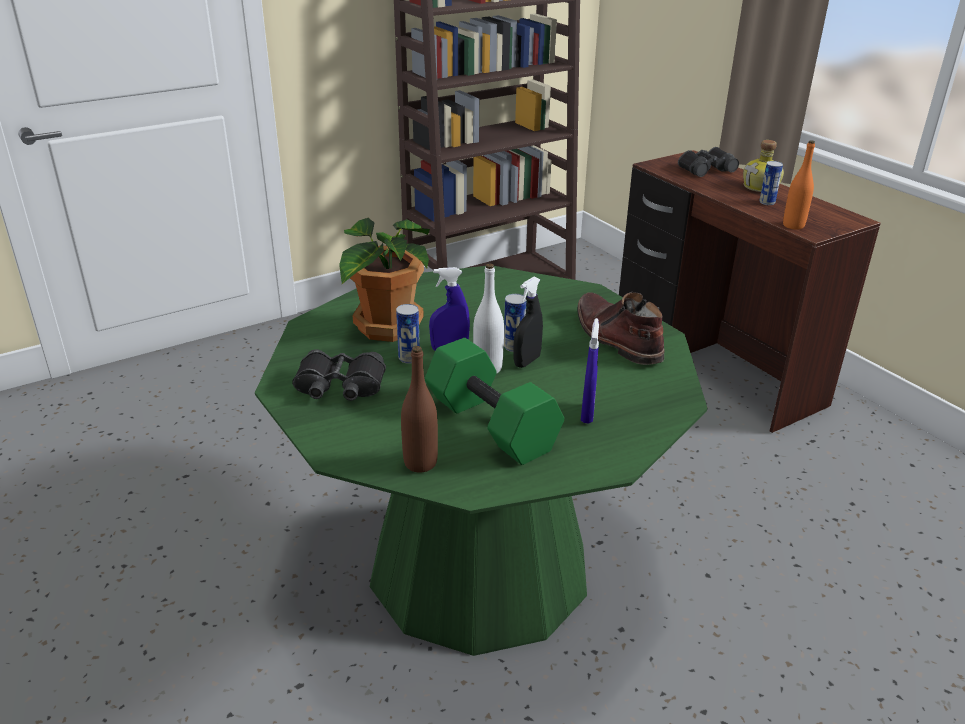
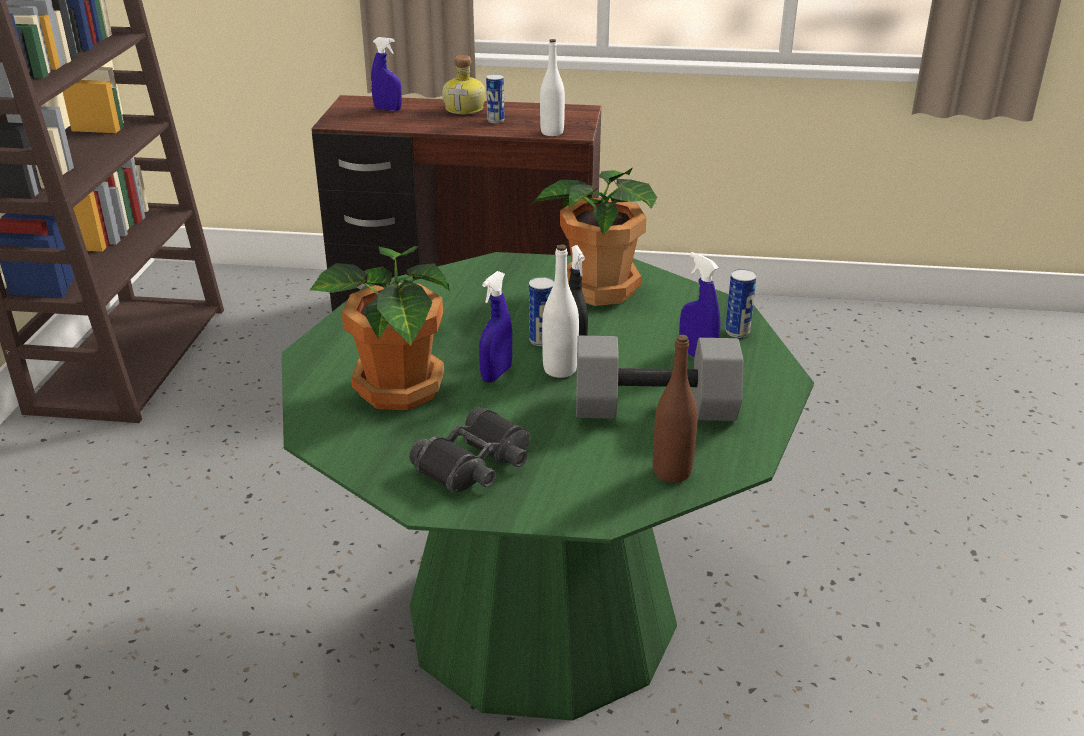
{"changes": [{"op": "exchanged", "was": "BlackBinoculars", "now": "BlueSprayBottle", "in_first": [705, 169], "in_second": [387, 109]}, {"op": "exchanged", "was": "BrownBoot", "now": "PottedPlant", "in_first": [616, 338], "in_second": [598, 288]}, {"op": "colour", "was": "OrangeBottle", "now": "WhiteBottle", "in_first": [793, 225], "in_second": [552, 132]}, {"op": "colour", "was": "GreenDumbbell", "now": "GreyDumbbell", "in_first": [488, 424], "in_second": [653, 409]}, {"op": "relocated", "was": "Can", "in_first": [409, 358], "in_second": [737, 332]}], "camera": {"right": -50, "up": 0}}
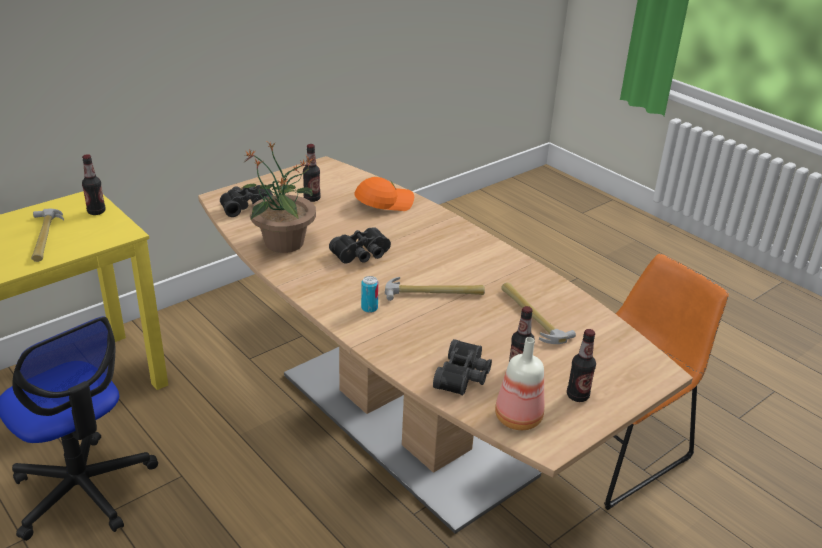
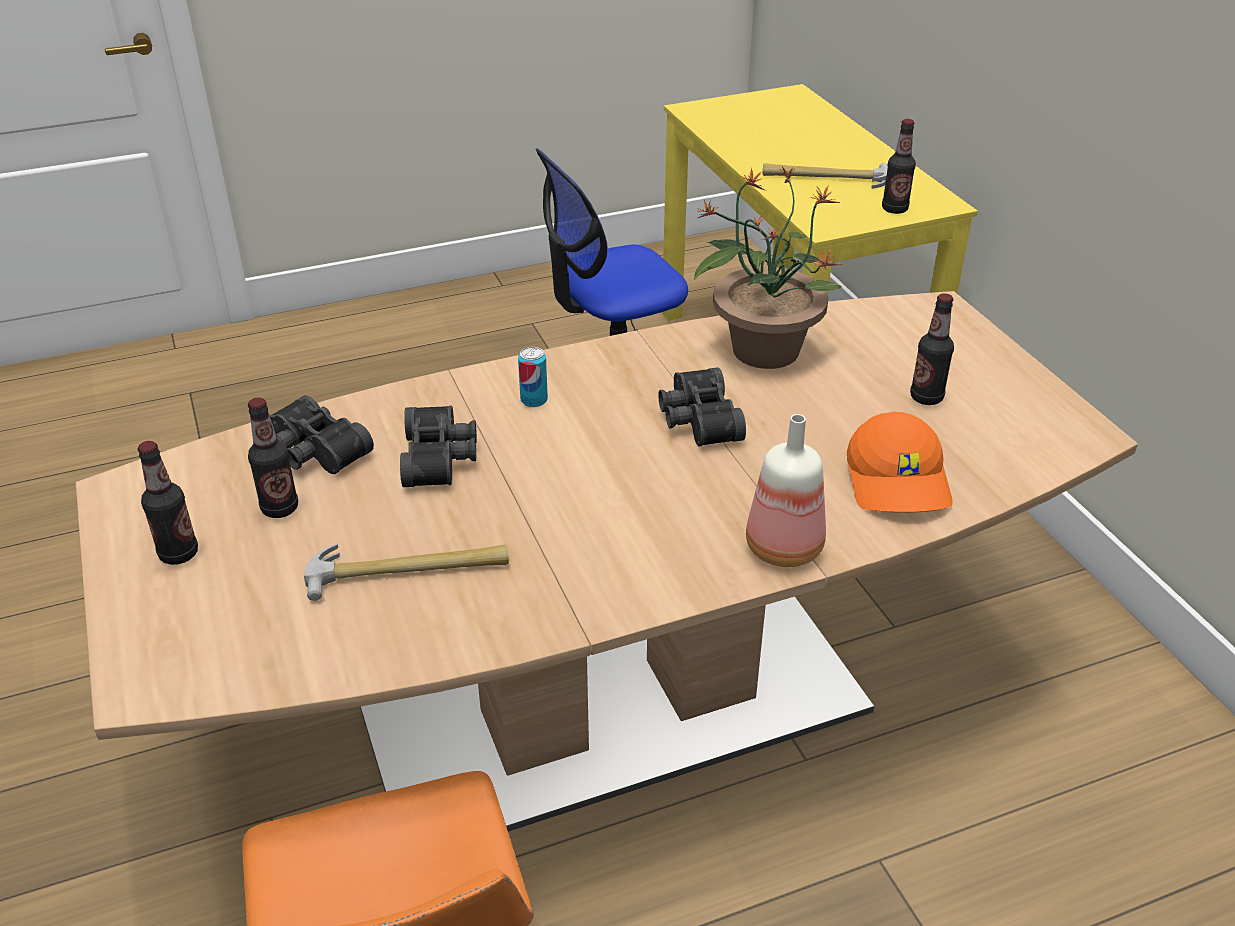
{"changes": [{"op": "relocated", "was": "BlackBinoculars", "in_first": [247, 206], "in_second": [441, 458]}, {"op": "relocated", "was": "Bottle", "in_first": [516, 419], "in_second": [783, 546]}, {"op": "missing", "was": "Hammer", "in_first": [434, 293]}], "camera": {"right": 110, "up": 5}}
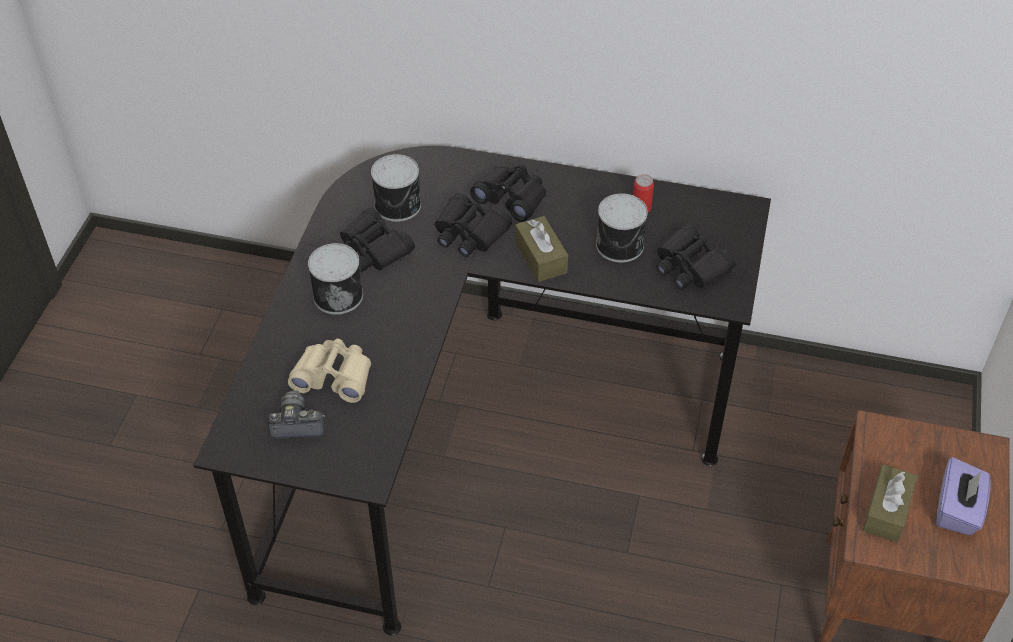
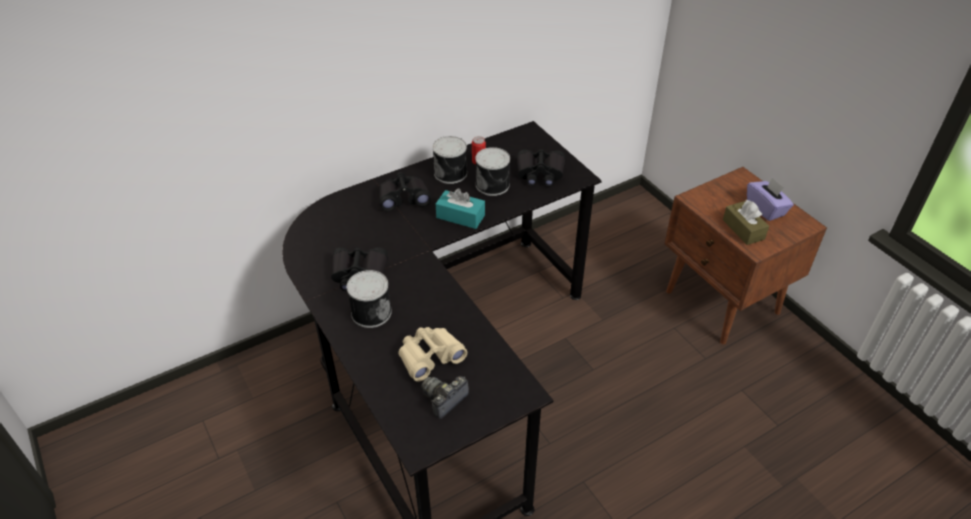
{"changes": [{"op": "relocated", "was": "Can", "in_first": [399, 205], "in_second": [451, 173]}, {"op": "colour", "was": "BrownTissueBox", "now": "TurquoiseTissueBox", "in_first": [541, 257], "in_second": [460, 216]}, {"op": "missing", "was": "BlackBinoculars", "in_first": [469, 233]}], "camera": {"right": -45, "up": -5}}
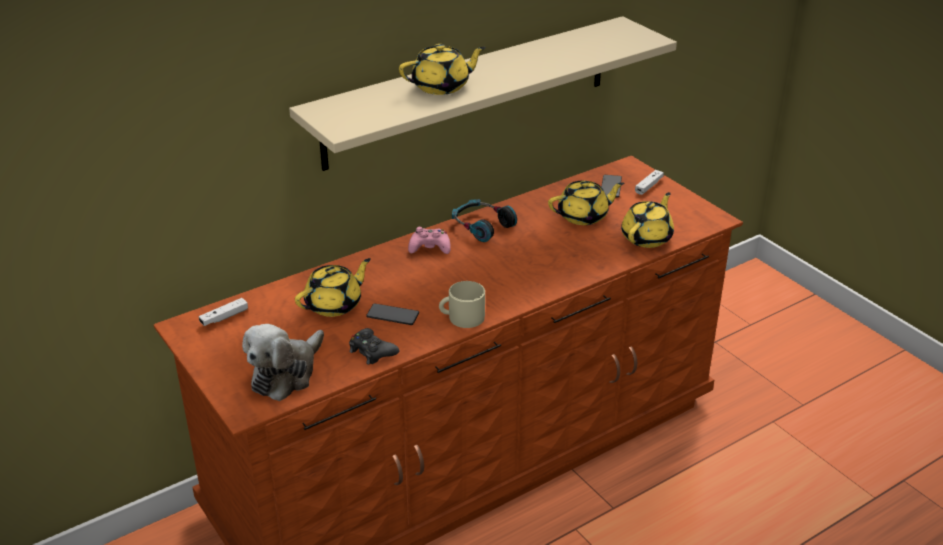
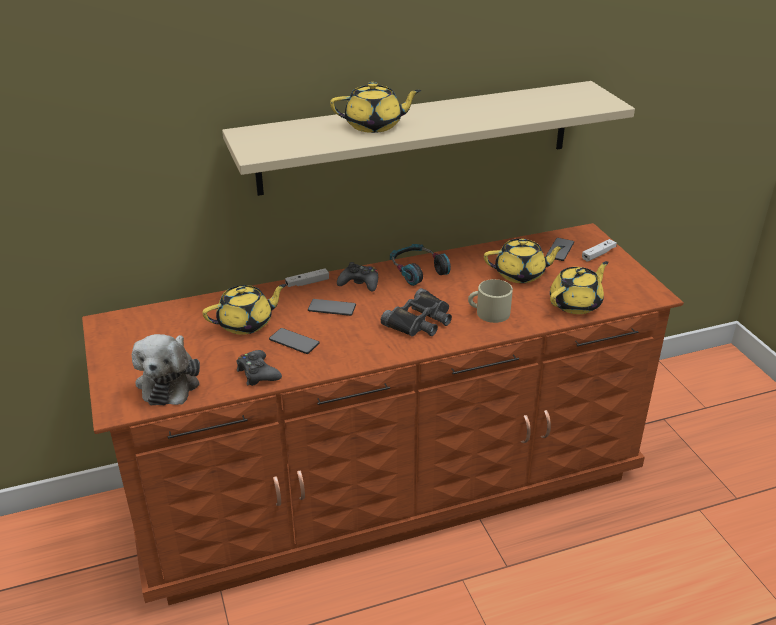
{"changes": [{"op": "spun", "was": "PlushToy", "in_first": [286, 374], "in_second": [170, 381], "clockwise": -45}, {"op": "relocated", "was": "WhiteGameController", "in_first": [224, 317], "in_second": [307, 283]}, {"op": "appeared", "now": "Phone", "in_second": [332, 308]}, {"op": "colour", "was": "PinkGameController", "now": "BlackGameController", "in_first": [430, 247], "in_second": [359, 283]}, {"op": "appeared", "now": "BlackBinoculars", "in_second": [420, 321]}, {"op": "relocated", "was": "BeigeMug", "in_first": [462, 317], "in_second": [488, 313]}], "camera": {"right": 15, "up": 0}}
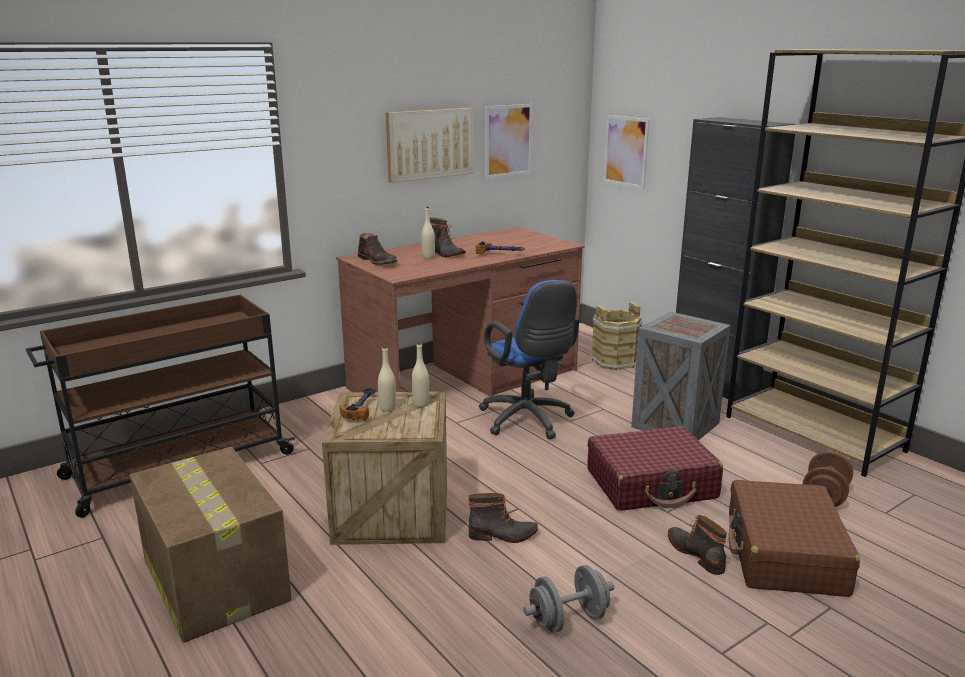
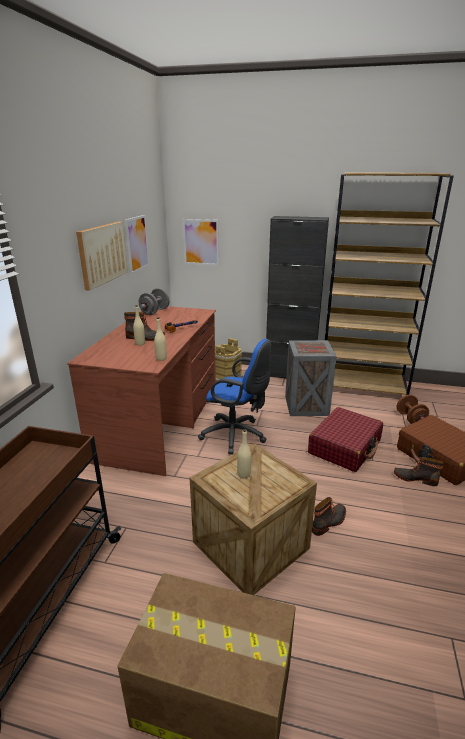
{"changes": [{"op": "relocated", "was": "GreyDumbbell", "in_first": [568, 619], "in_second": [155, 312]}, {"op": "relocated", "was": "BeigeBottle", "in_first": [421, 404], "in_second": [161, 358]}, {"op": "missing", "was": "Hammer", "in_first": [360, 409]}, {"op": "missing", "was": "BrownBoot", "in_first": [378, 261]}], "camera": {"right": -40, "up": 5}}
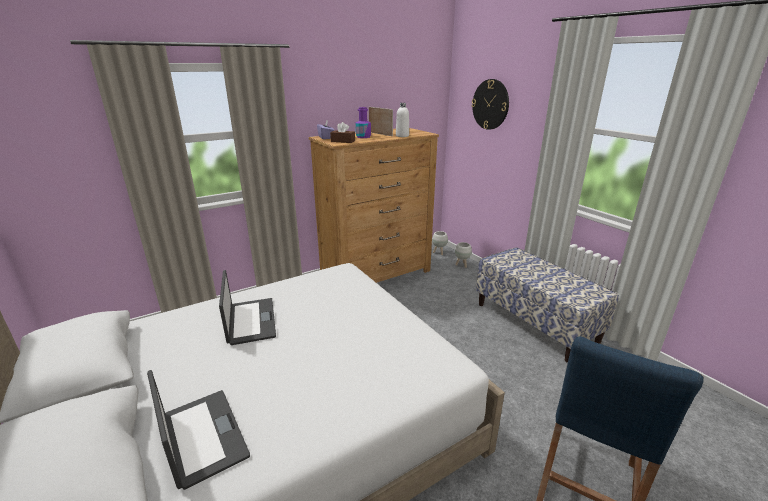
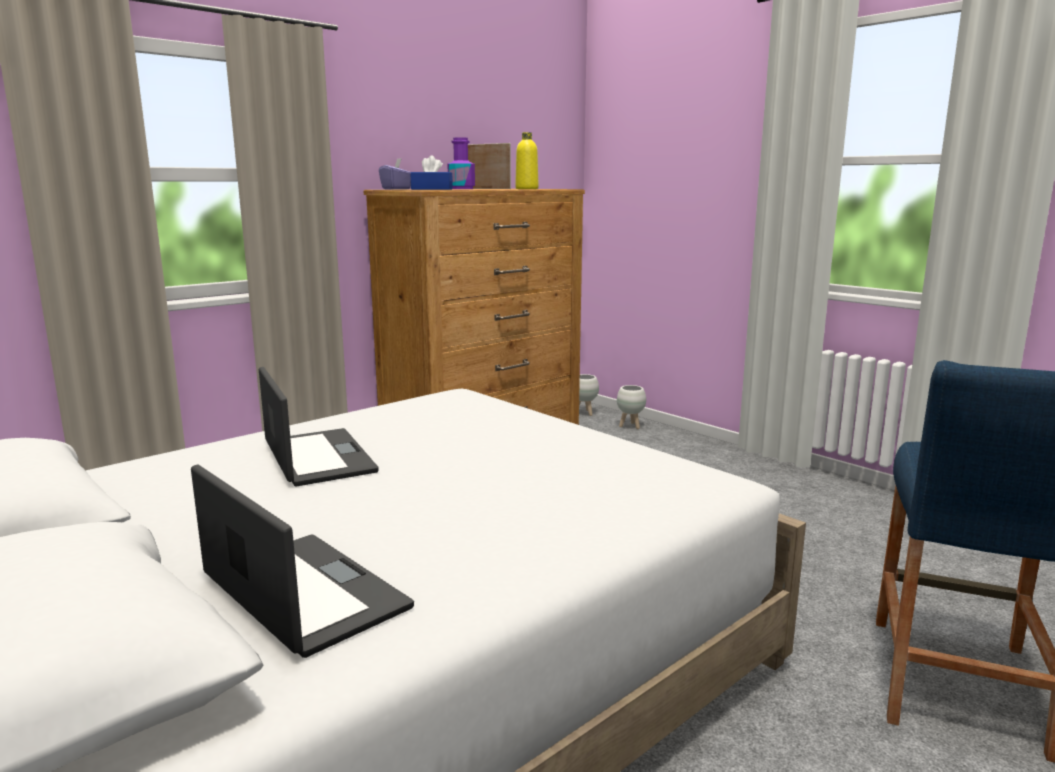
{"changes": [{"op": "colour", "was": "BrownTissueBox", "now": "BlueTissueBox", "in_first": [343, 141], "in_second": [432, 189]}, {"op": "colour", "was": "WhiteBottle", "now": "YellowBottle", "in_first": [402, 136], "in_second": [526, 189]}, {"op": "missing", "was": "WallClock", "in_first": [490, 104]}, {"op": "missing", "was": "Bench", "in_first": [535, 323]}], "camera": {"right": -10, "up": -10}}
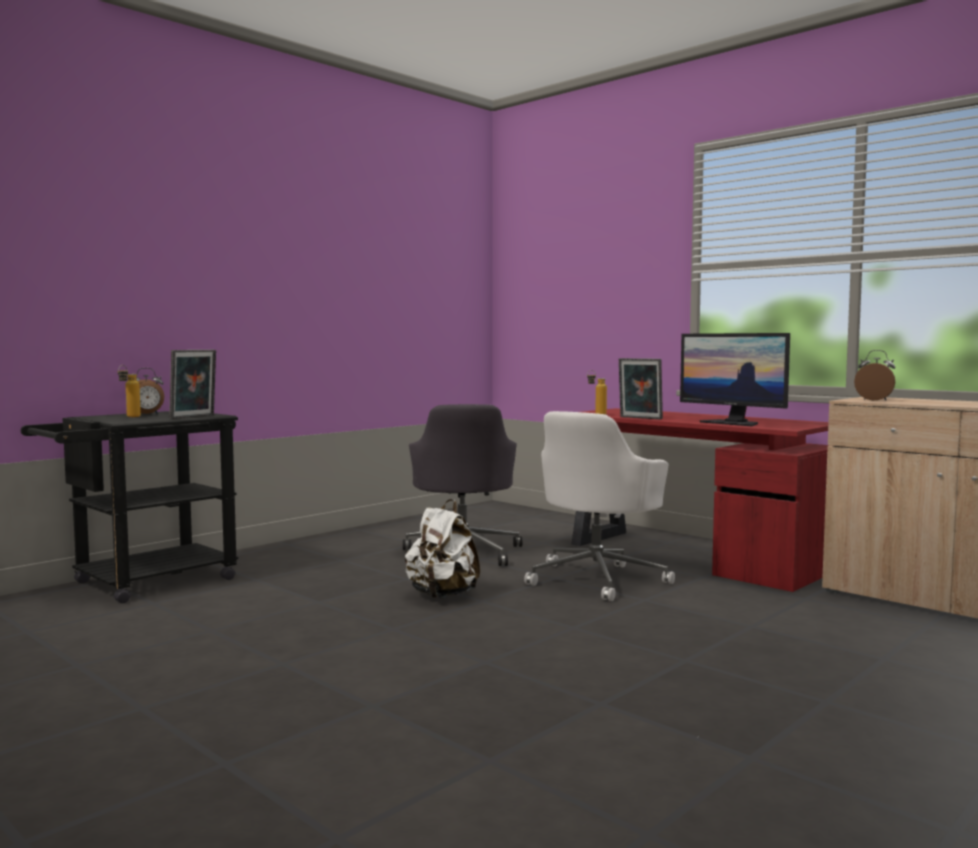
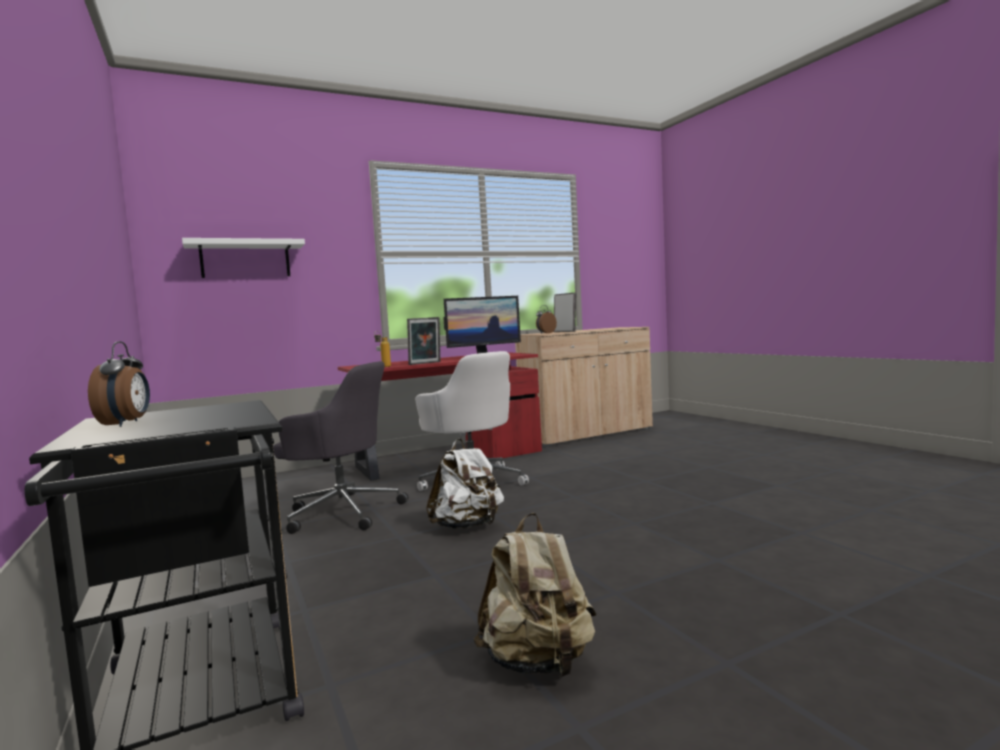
{"changes": [{"op": "appeared", "now": "WhiteShelf", "in_second": [245, 260]}, {"op": "appeared", "now": "BeigeBackpack", "in_second": [538, 662]}, {"op": "relocated", "was": "PictureFrame", "in_first": [194, 417], "in_second": [565, 331]}, {"op": "missing", "was": "Bottle", "in_first": [129, 417]}], "camera": {"right": -70, "up": 0}}
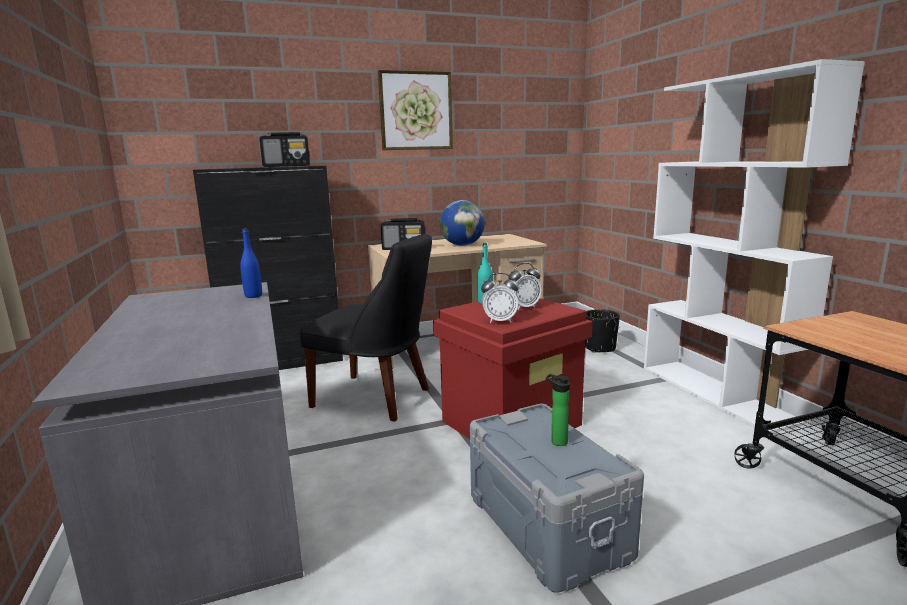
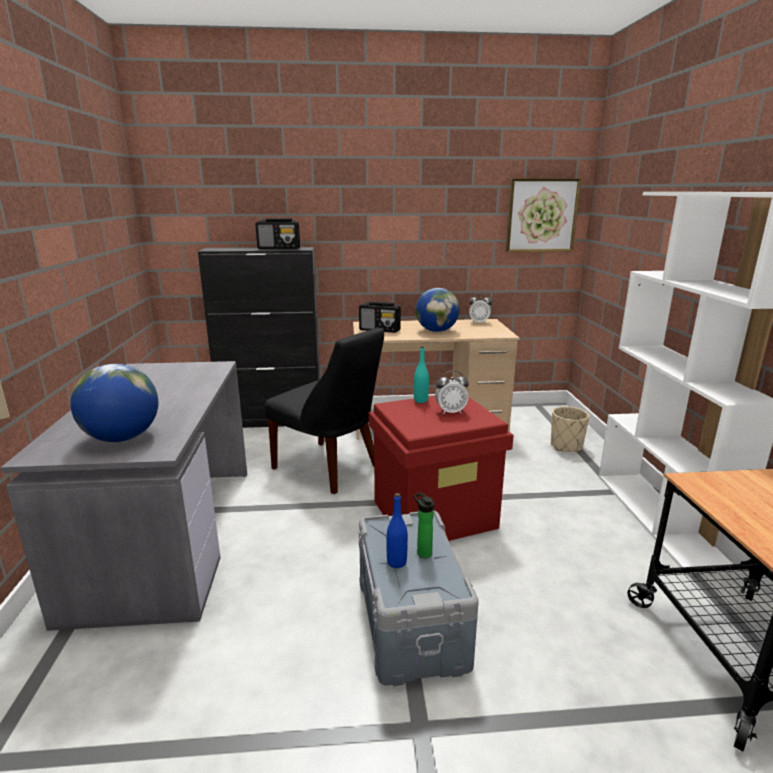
{"changes": [{"op": "appeared", "now": "Globe", "in_second": [122, 438]}, {"op": "relocated", "was": "BlueBottle", "in_first": [253, 296], "in_second": [396, 562]}, {"op": "relocated", "was": "AlarmClock", "in_first": [499, 321], "in_second": [479, 322]}, {"op": "relocated", "was": "Picture", "in_first": [416, 111], "in_second": [541, 215]}, {"op": "colour", "was": "BlackPlanter", "now": "BeigePlanter", "in_first": [599, 348], "in_second": [566, 446]}], "camera": {"right": 15, "up": 5}}
